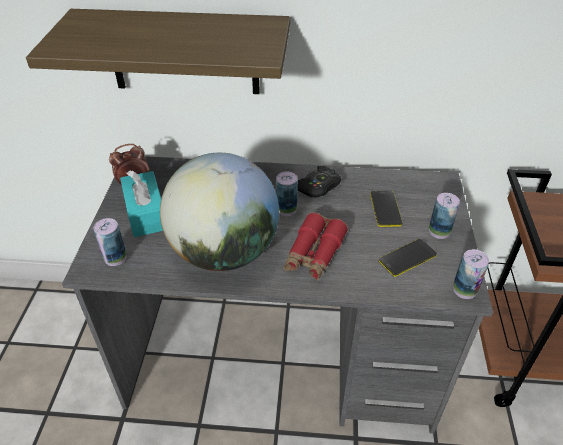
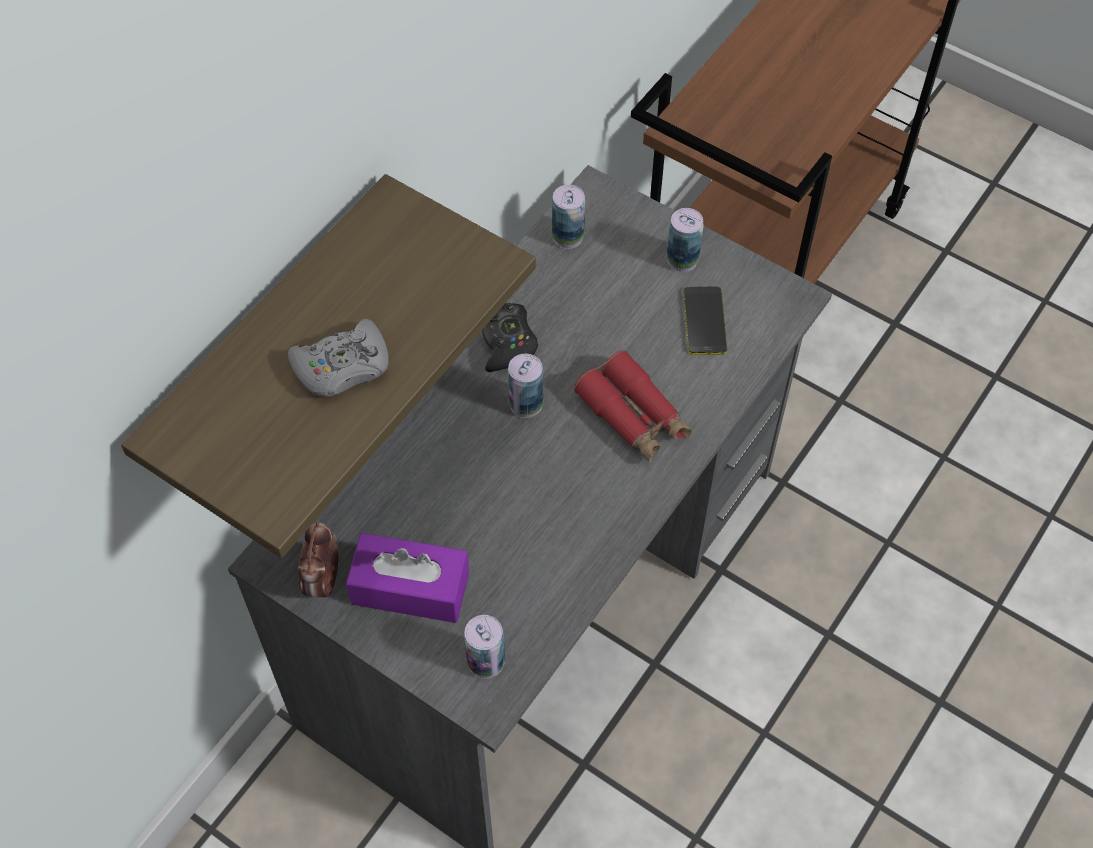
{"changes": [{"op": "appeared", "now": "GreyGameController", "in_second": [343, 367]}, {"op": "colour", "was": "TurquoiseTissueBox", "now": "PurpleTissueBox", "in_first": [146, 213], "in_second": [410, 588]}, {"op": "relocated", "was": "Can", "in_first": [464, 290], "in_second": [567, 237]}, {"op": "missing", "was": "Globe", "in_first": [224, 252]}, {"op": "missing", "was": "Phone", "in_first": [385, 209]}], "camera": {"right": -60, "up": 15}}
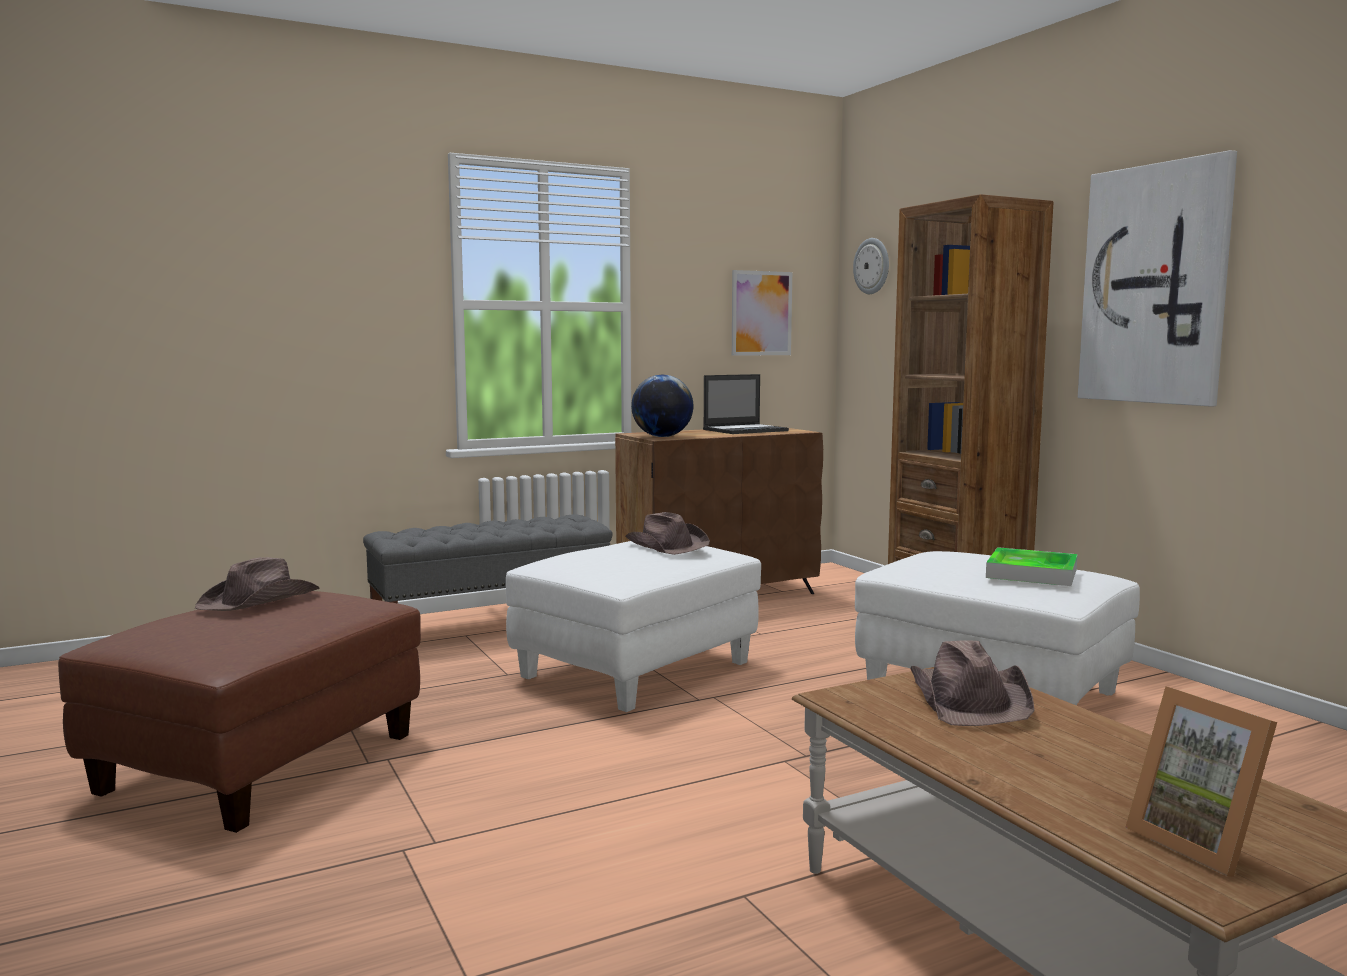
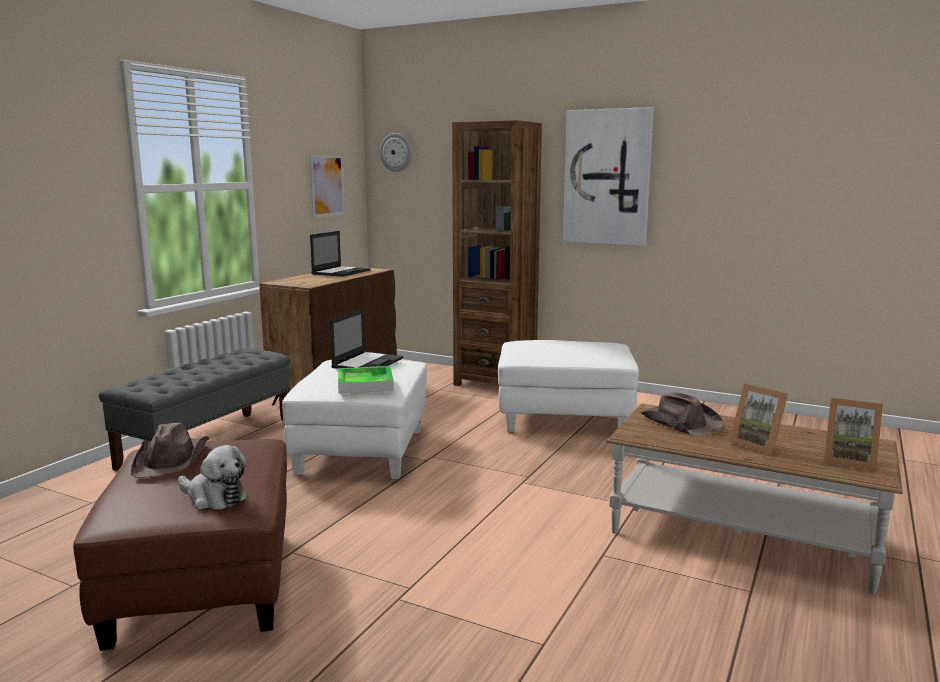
{"changes": [{"op": "appeared", "now": "PlushToy", "in_second": [214, 497]}, {"op": "exchanged", "was": "BrownHat", "now": "Laptop", "in_first": [667, 545], "in_second": [368, 362]}, {"op": "relocated", "was": "Tray", "in_first": [1032, 573], "in_second": [365, 384]}, {"op": "appeared", "now": "PictureFrame", "in_second": [757, 445]}, {"op": "missing", "was": "Globe", "in_first": [662, 437]}], "camera": {"right": -35, "up": 5}}
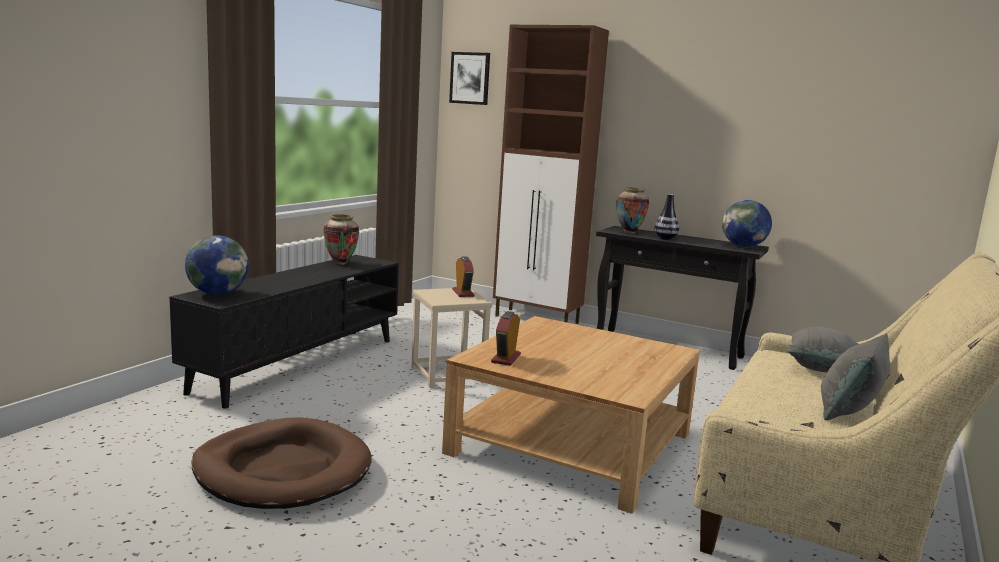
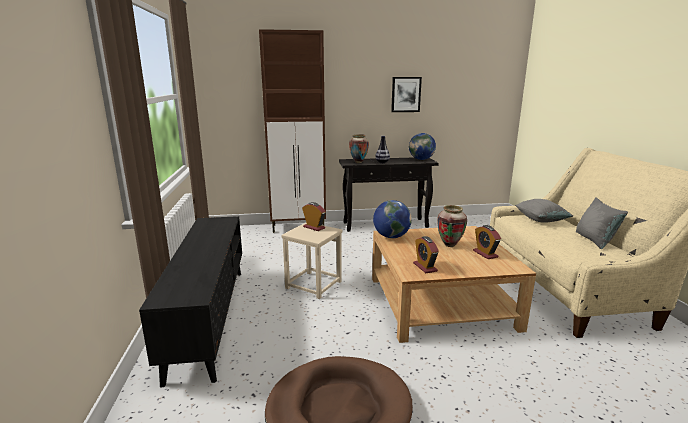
{"changes": [{"op": "relocated", "was": "Globe", "in_first": [218, 294], "in_second": [391, 236]}, {"op": "relocated", "was": "Picture", "in_first": [470, 78], "in_second": [406, 94]}, {"op": "relocated", "was": "Vase", "in_first": [341, 263], "in_second": [449, 245]}, {"op": "appeared", "now": "AlarmClock", "in_second": [485, 254]}], "camera": {"right": -35, "up": 5}}
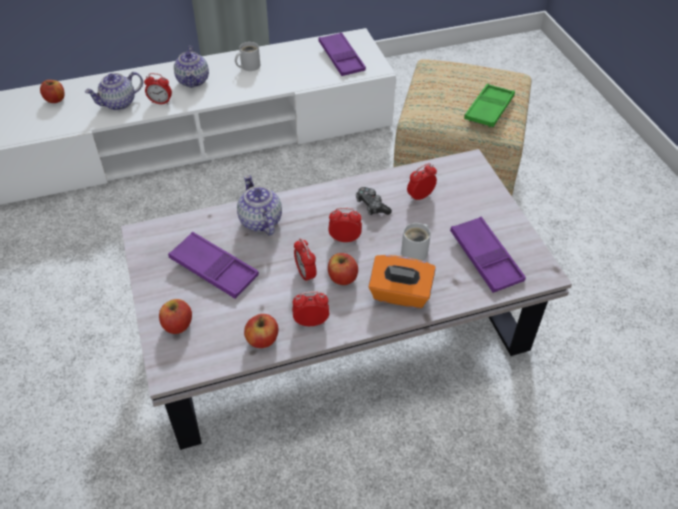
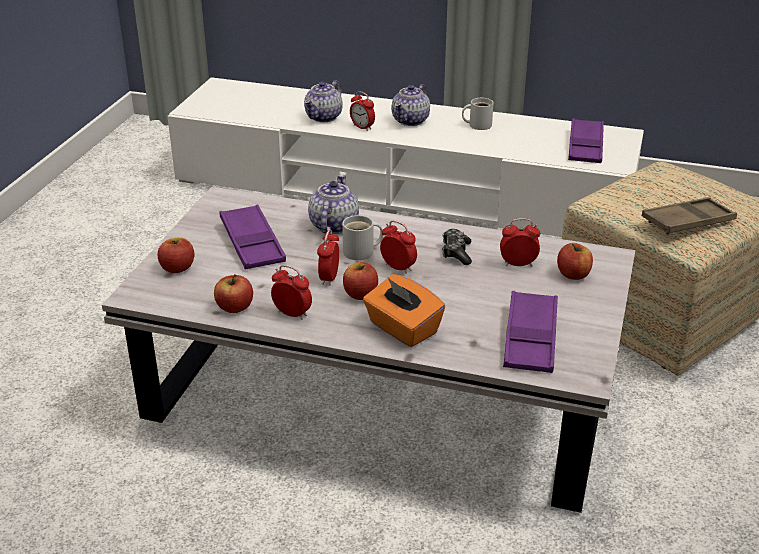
{"changes": [{"op": "spun", "was": "Teapot", "in_first": [119, 103], "in_second": [324, 117], "clockwise": -60}, {"op": "relocated", "was": "WhiteMug", "in_first": [416, 251], "in_second": [361, 252]}, {"op": "relocated", "was": "Apple", "in_first": [55, 99], "in_second": [573, 274]}, {"op": "colour", "was": "GreenTray", "now": "BrownTray", "in_first": [489, 110], "in_second": [688, 222]}], "camera": {"right": 35, "up": -15}}
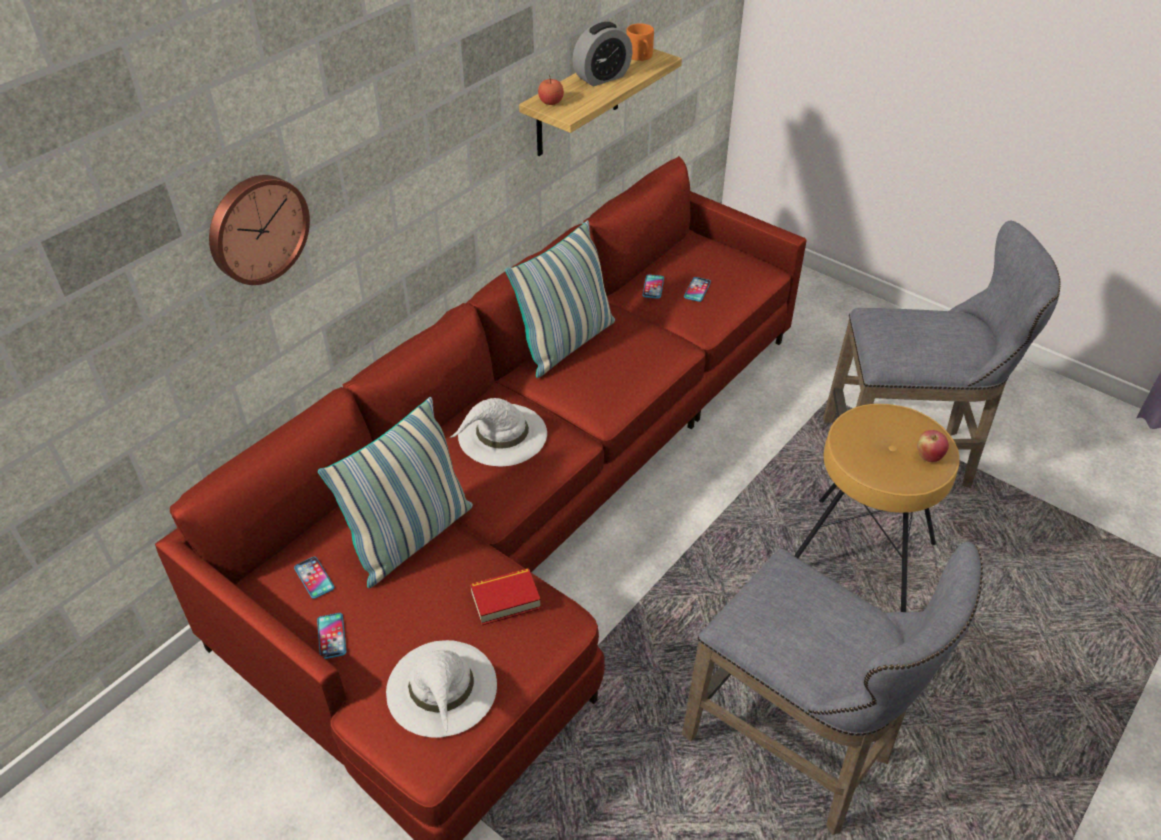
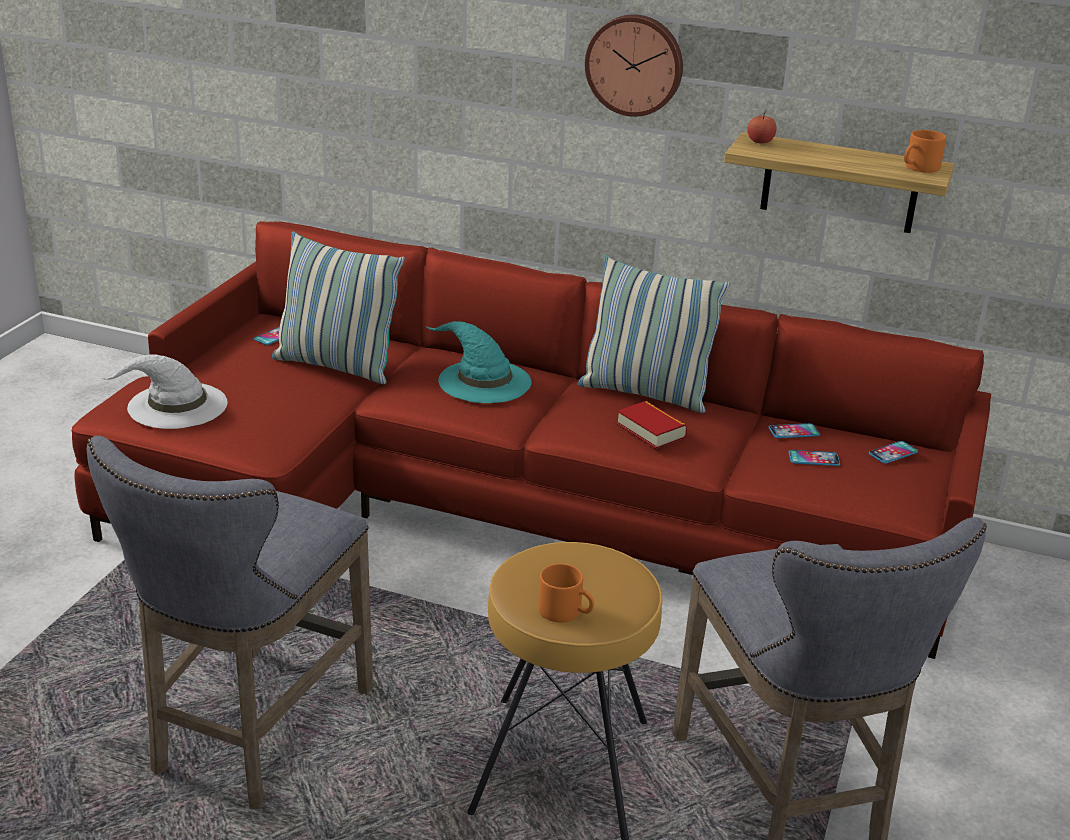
{"changes": [{"op": "colour", "was": "WhiteHat", "now": "TurquoiseHat", "in_first": [501, 435], "in_second": [483, 381]}, {"op": "exchanged", "was": "Apple", "now": "OrangeMug", "in_first": [928, 456], "in_second": [566, 612]}, {"op": "relocated", "was": "WallClock", "in_first": [256, 228], "in_second": [635, 64]}, {"op": "relocated", "was": "Book", "in_first": [505, 600], "in_second": [651, 430]}, {"op": "relocated", "was": "Phone", "in_first": [331, 636], "in_second": [893, 453]}, {"op": "missing", "was": "AlarmClock", "in_first": [602, 77]}], "camera": {"right": 70, "up": -15}}
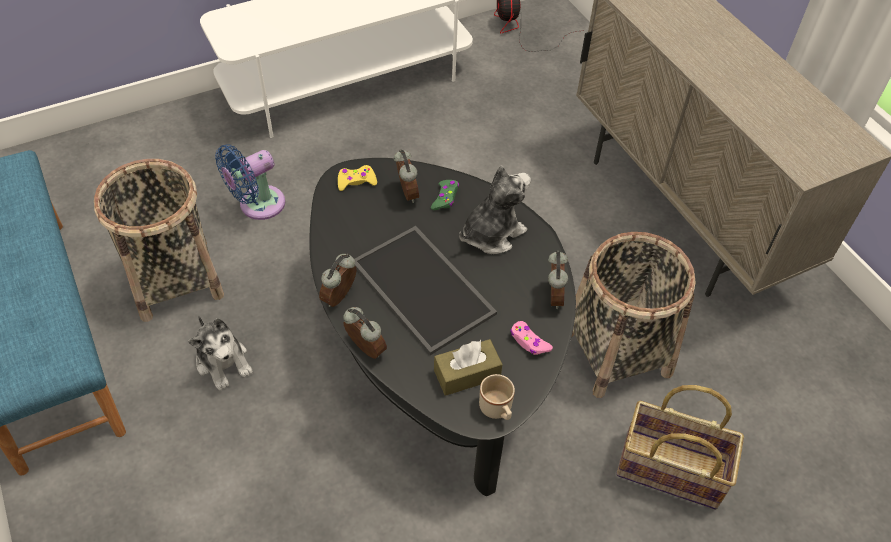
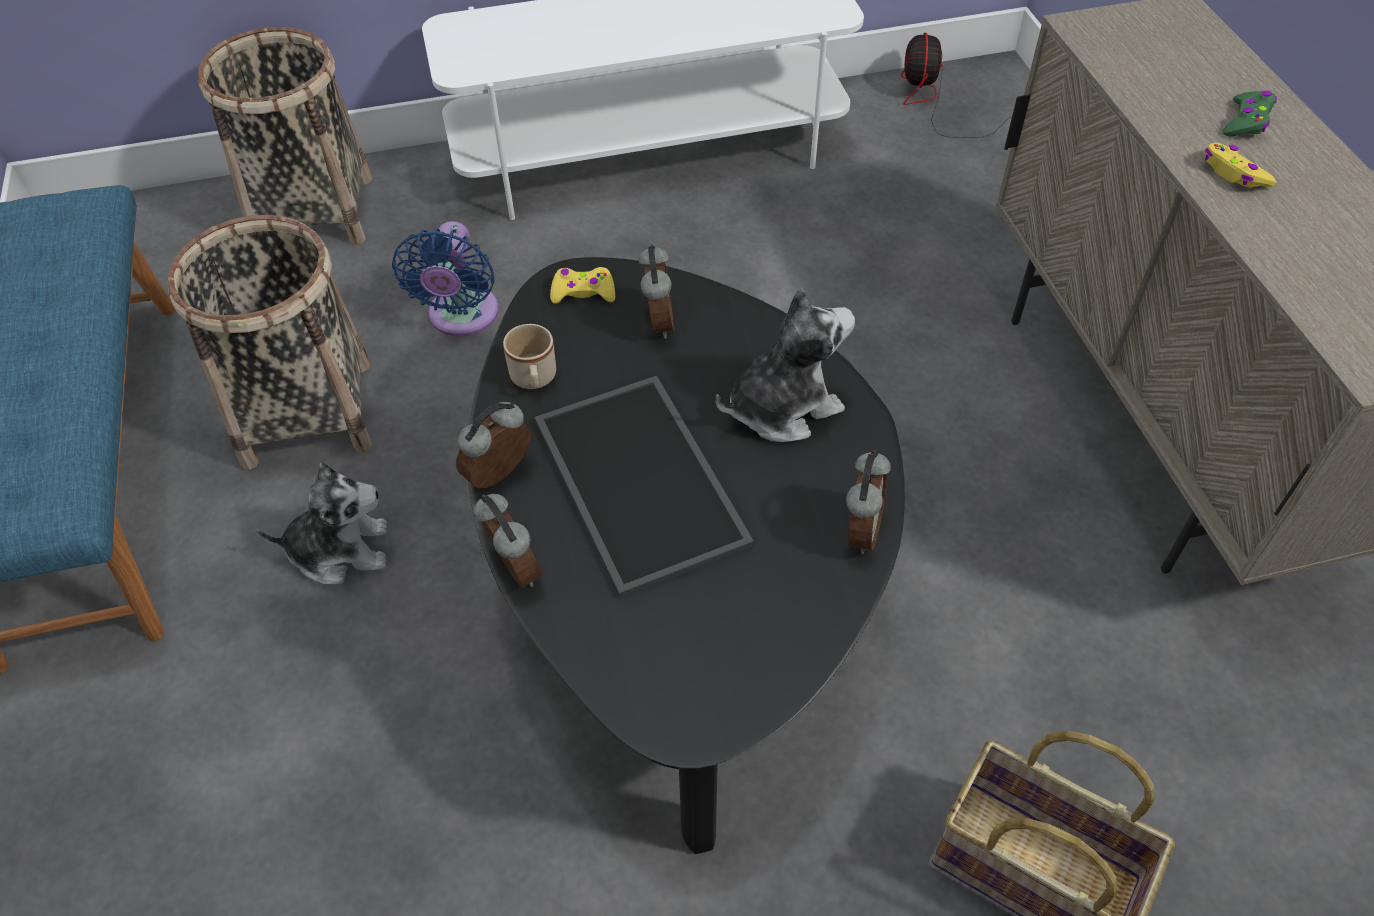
{"changes": [{"op": "relocated", "was": "Basket", "in_first": [616, 352], "in_second": [314, 212]}, {"op": "spun", "was": "PlushToy", "in_first": [223, 362], "in_second": [340, 550], "clockwise": -75}, {"op": "spun", "was": "BlueFan", "in_first": [257, 205], "in_second": [462, 318], "clockwise": -60}, {"op": "relocated", "was": "BeigeMug", "in_first": [497, 410], "in_second": [534, 380]}, {"op": "appeared", "now": "YellowGameController", "in_second": [1233, 174]}, {"op": "relocated", "was": "GreenGameController", "in_first": [445, 198], "in_second": [1246, 121]}, {"op": "missing", "was": "BrownTissueBox", "in_first": [467, 374]}, {"op": "missing", "was": "PinkGameController", "in_first": [529, 342]}], "camera": {"right": 15, "up": 0}}
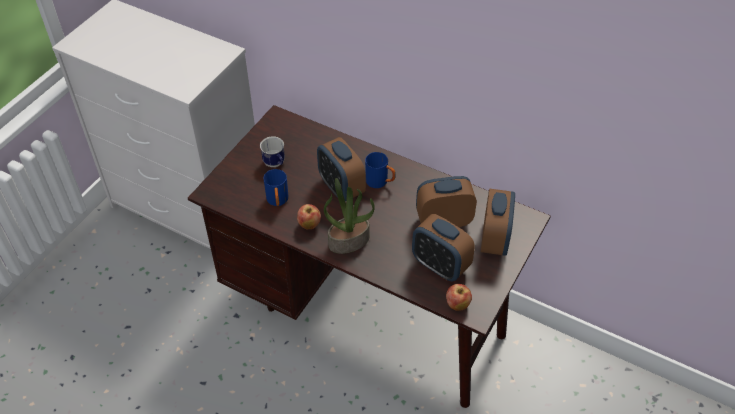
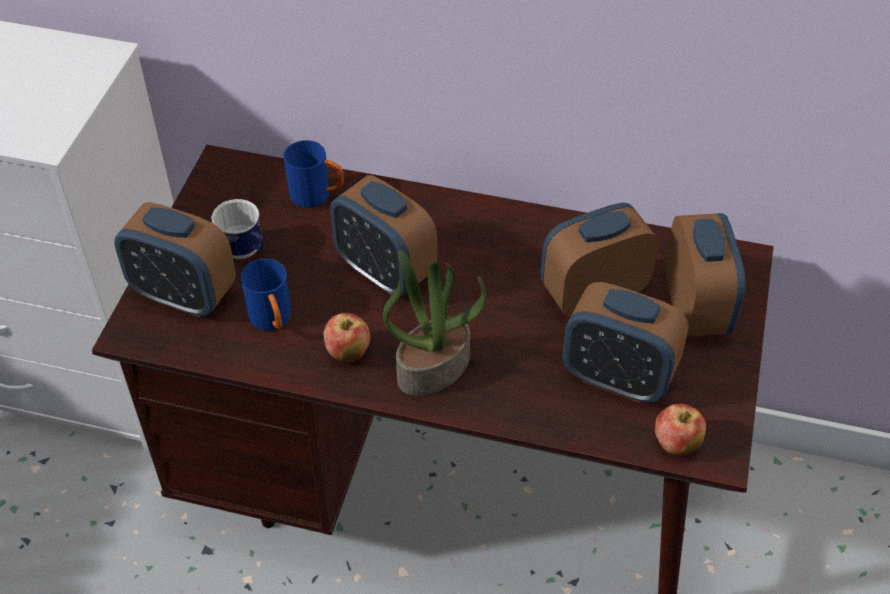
{"changes": [{"op": "appeared", "now": "AlarmClock", "in_second": [184, 295]}, {"op": "relocated", "was": "BlueMug", "in_first": [380, 182], "in_second": [317, 196]}], "camera": {"right": -15, "up": 0}}
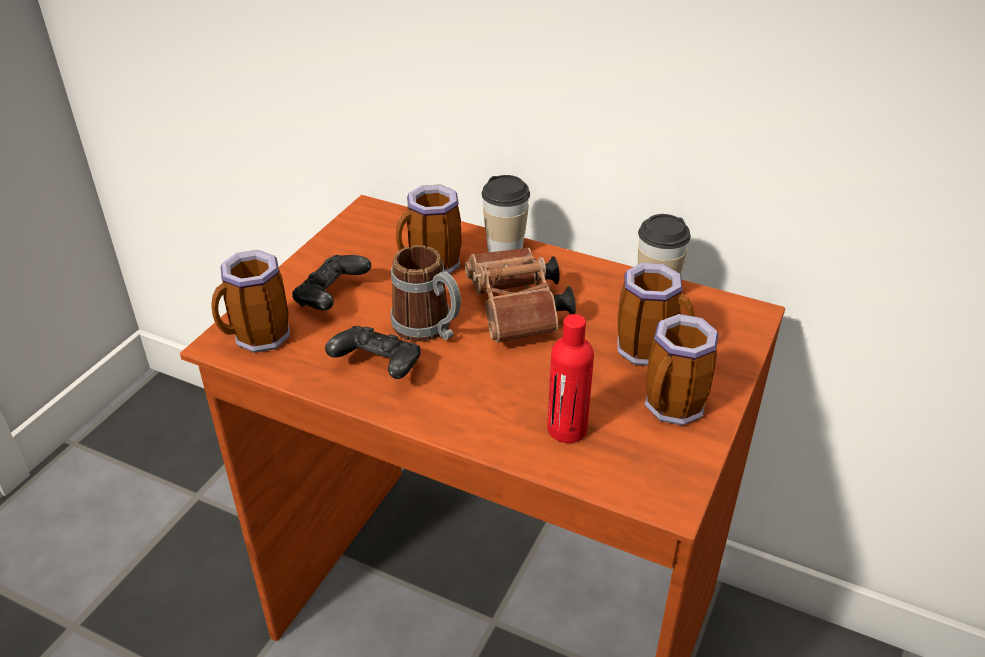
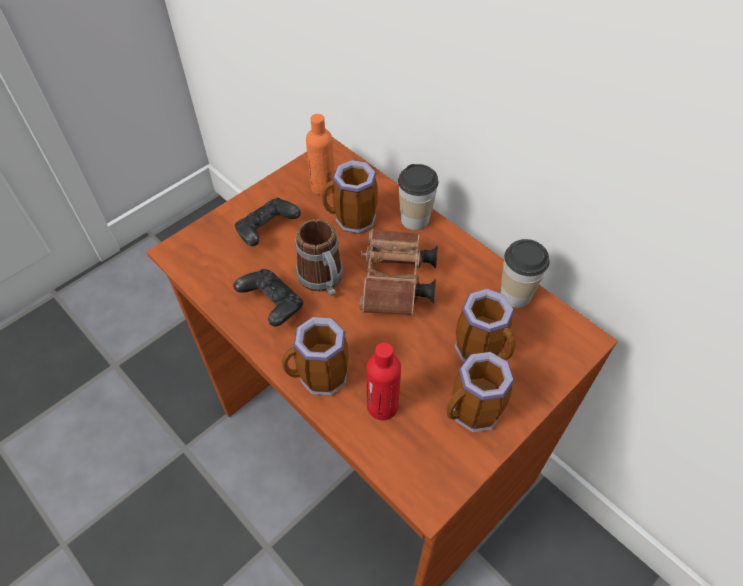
{"changes": [{"op": "relocated", "was": "Mug", "in_first": [258, 339], "in_second": [319, 379]}, {"op": "appeared", "now": "OrangeBottle", "in_second": [323, 187]}], "camera": {"right": 20, "up": 15}}
